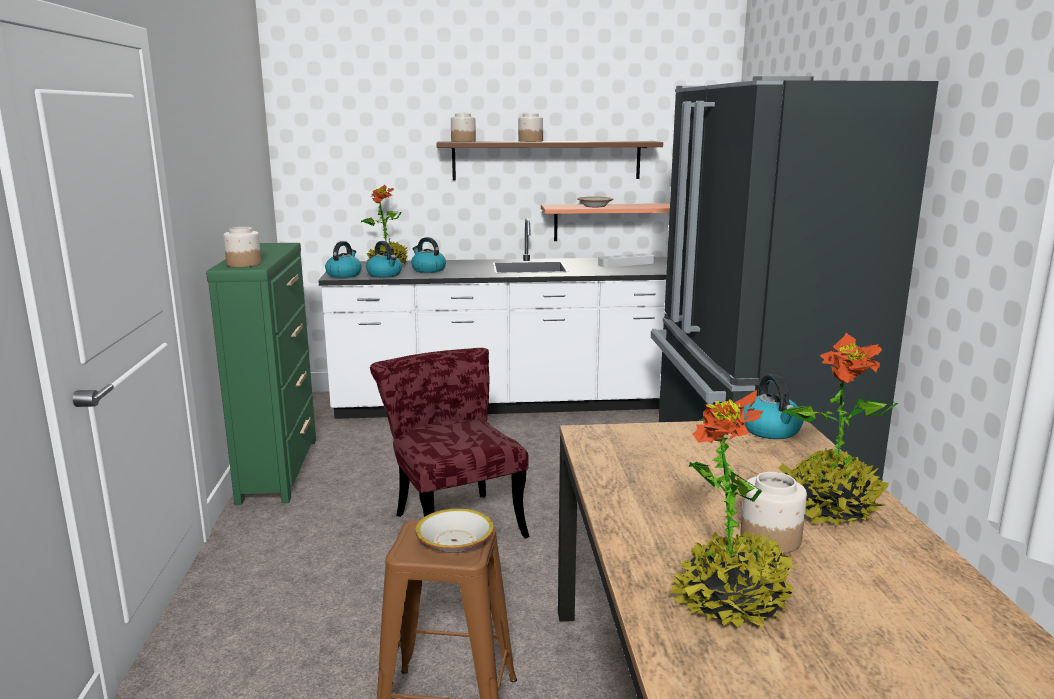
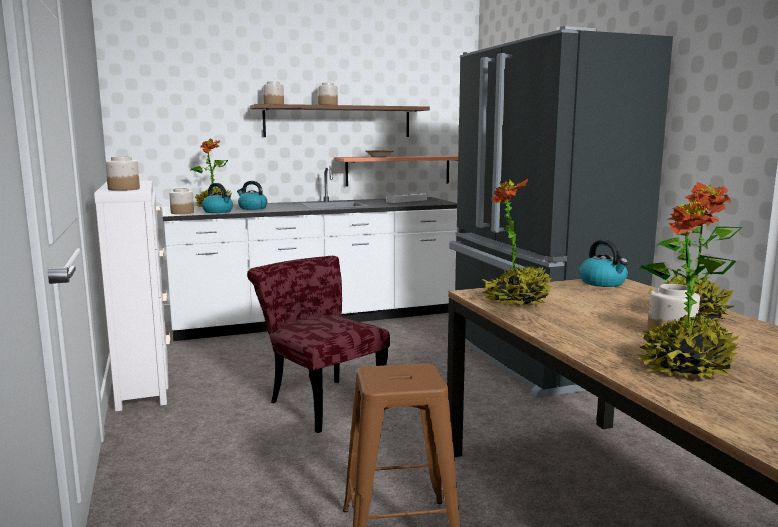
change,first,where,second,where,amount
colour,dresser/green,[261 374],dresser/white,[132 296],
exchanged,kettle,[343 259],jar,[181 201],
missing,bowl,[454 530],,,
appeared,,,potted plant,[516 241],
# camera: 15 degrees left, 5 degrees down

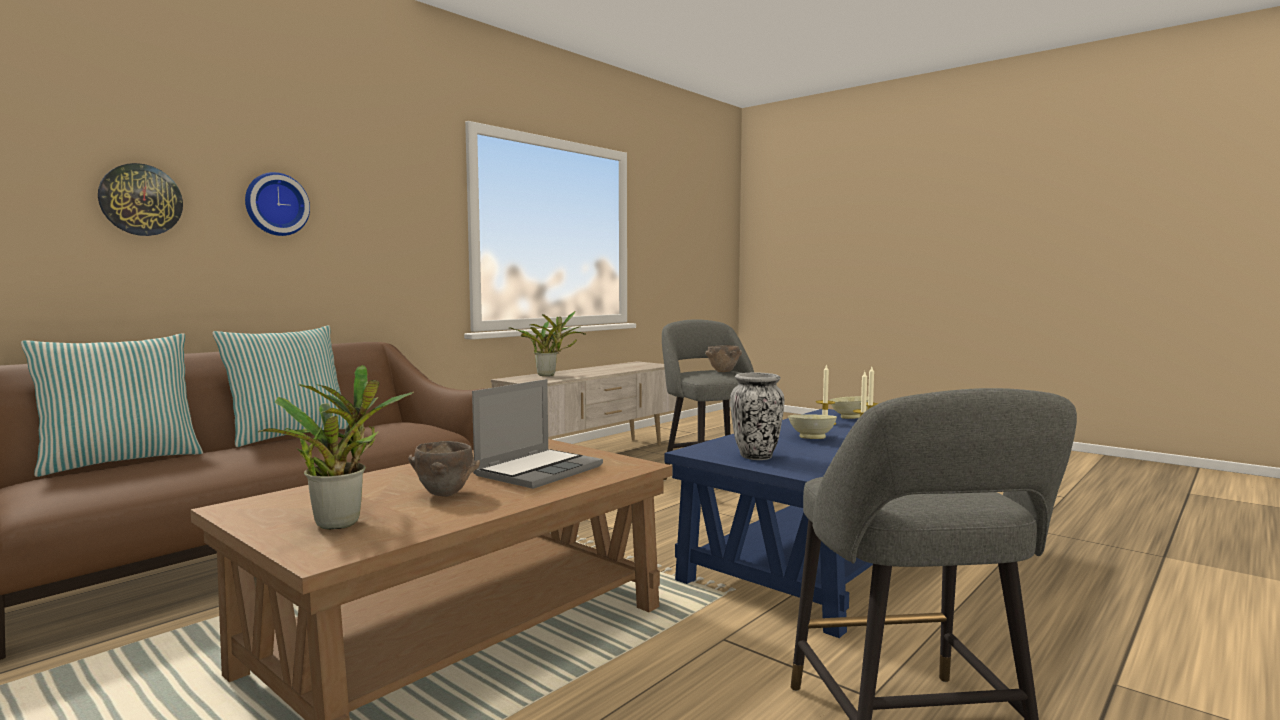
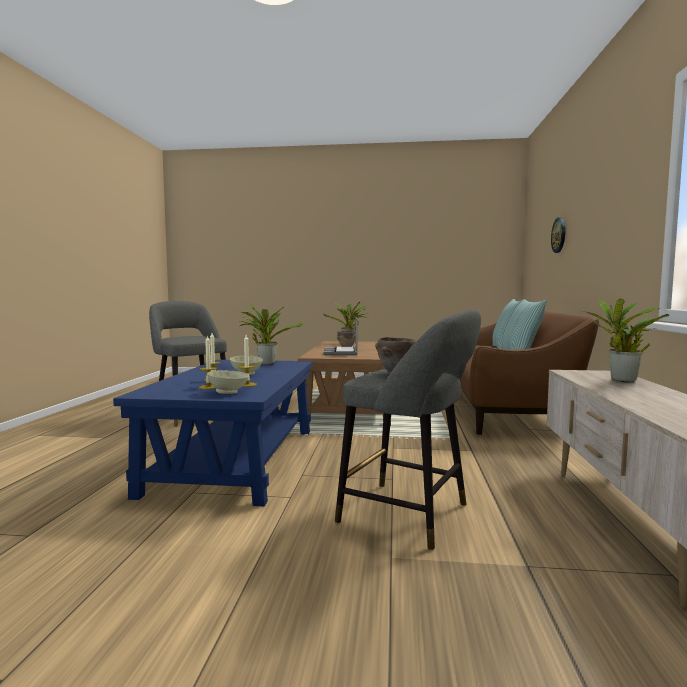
change,first,where,second,where,amount
missing,wall clock,[277 204],,,
exchanged,vase,[757 416],potted plant,[271 335],
# camera: 145 degrees right, 0 degrees up

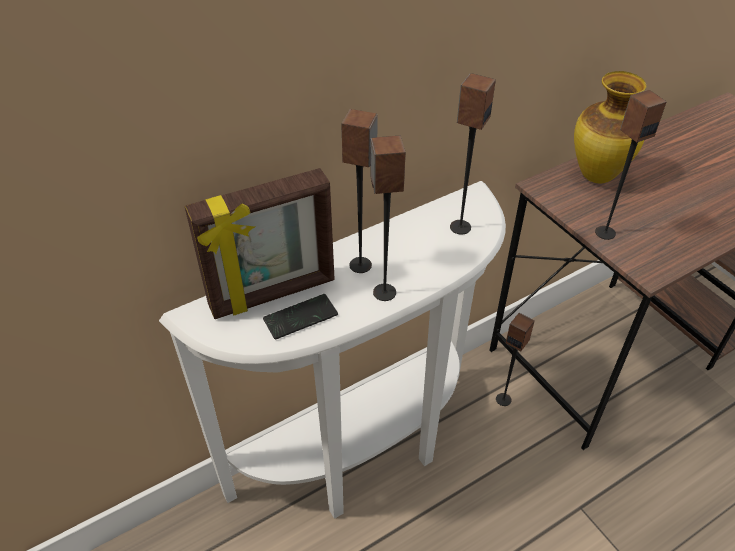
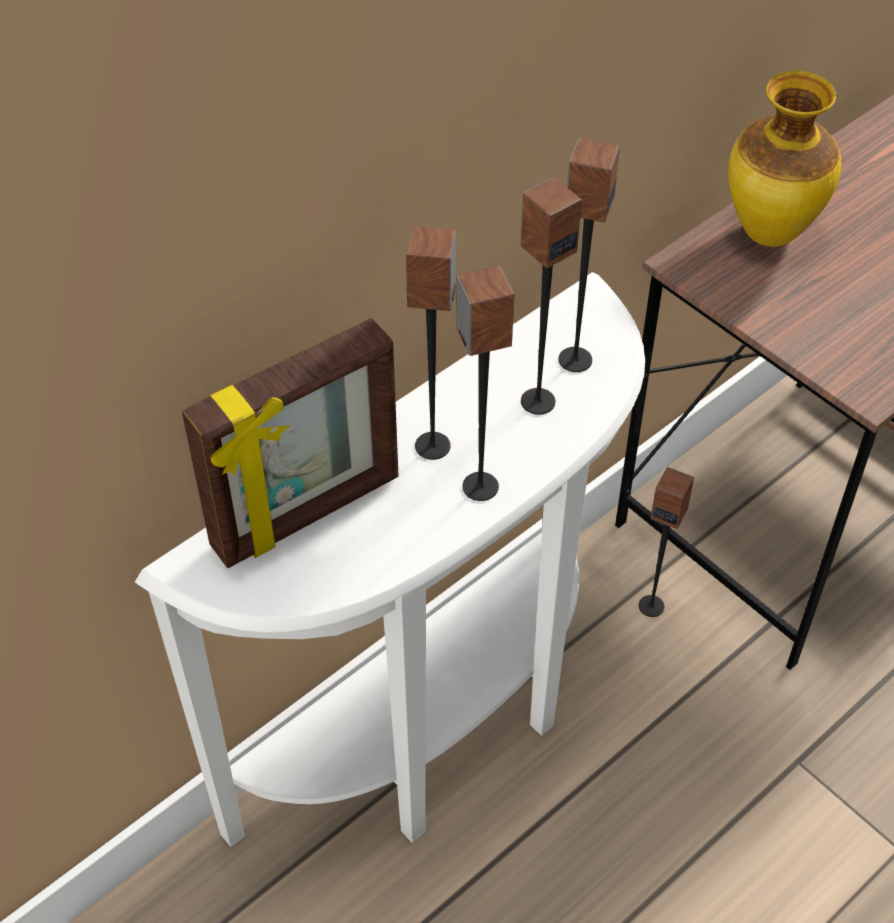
change,first,where,second,where,amount
missing,phone,[300 316],,,
relocated,speaker,[631 165],,[551 296],
# camera: 10 degrees left, 5 degrees up

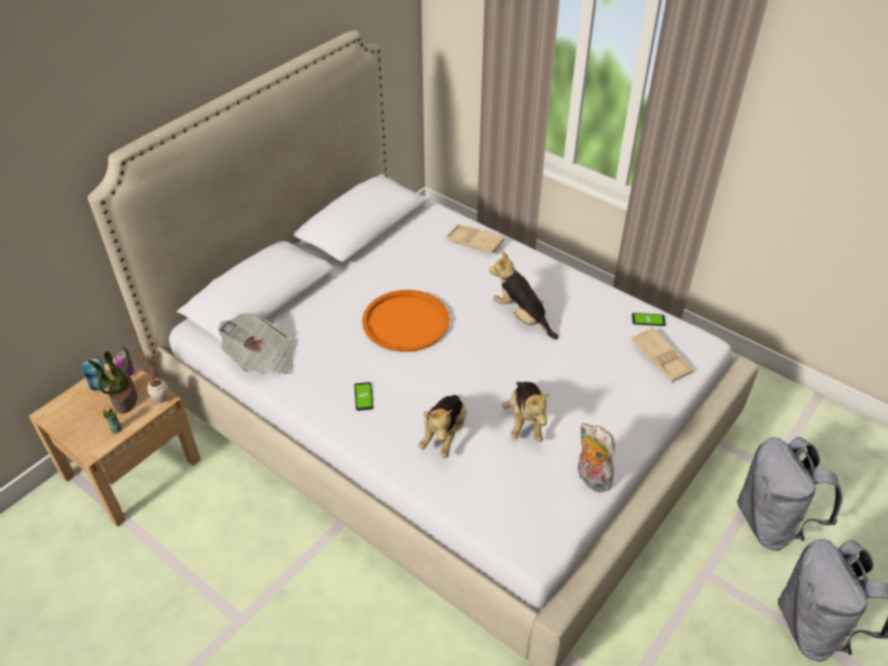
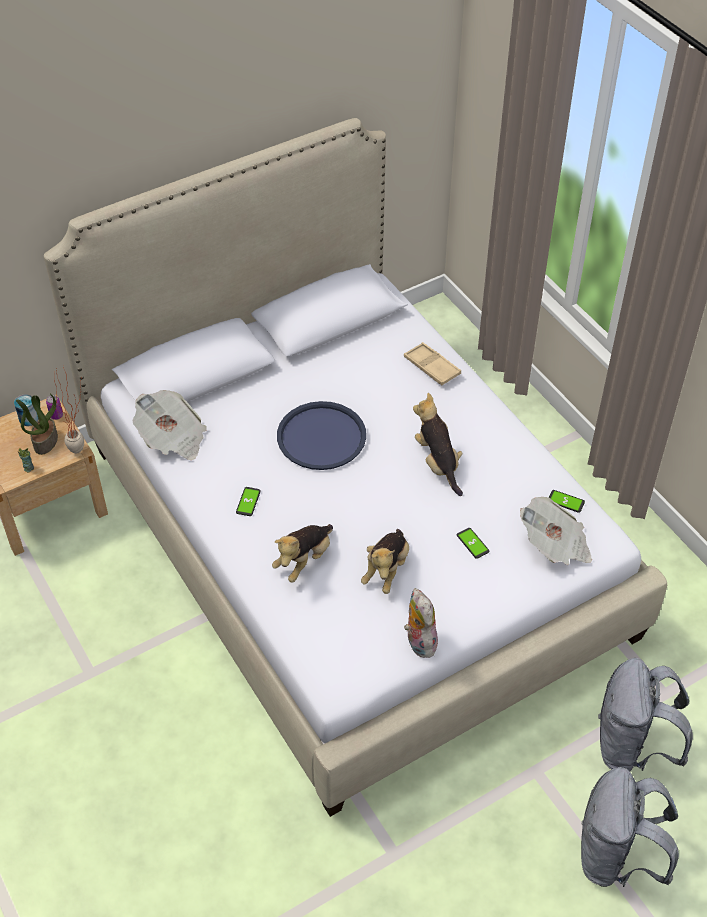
change,first,where,second,where,amount
colour,tray/orange,[406 321],tray/blue,[321 435],
exchanged,tray/beige,[662 355],newspaper,[556 531],
appeared,,,phone,[473 543],
# camera: 20 degrees right, 5 degrees up

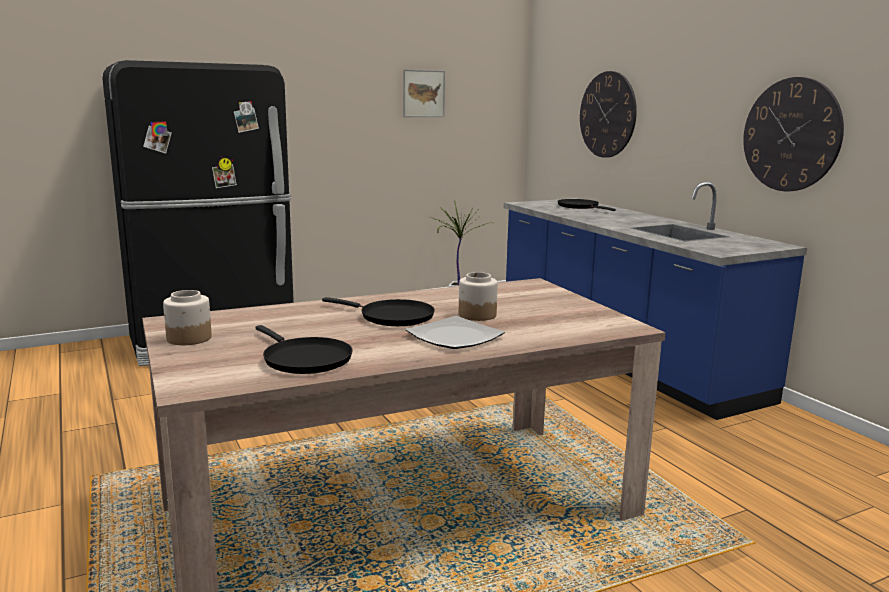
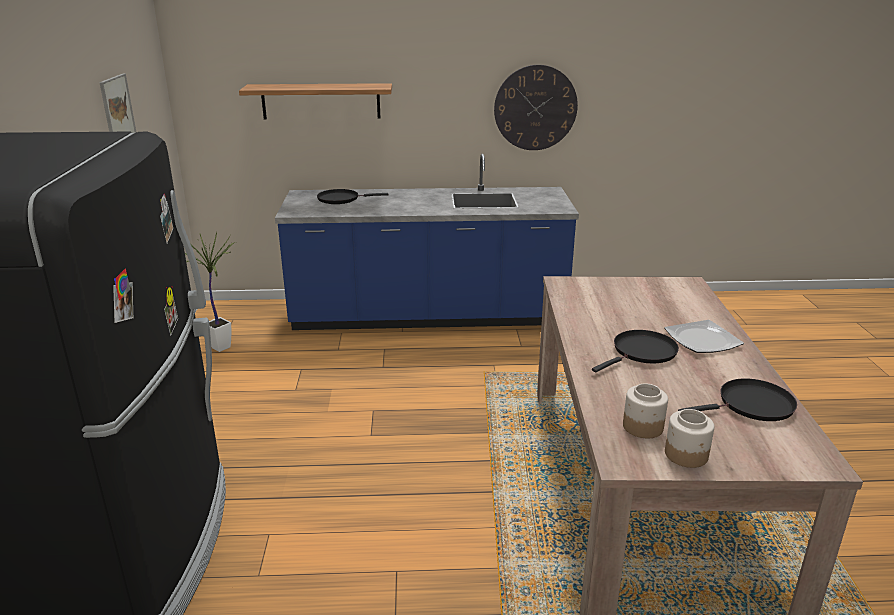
change,first,where,second,where,amount
relocated,jar,[478 296],,[645 410],
exchanged,wall clock,[608 114],shelf,[315 101],
# camera: 65 degrees left, 10 degrees up

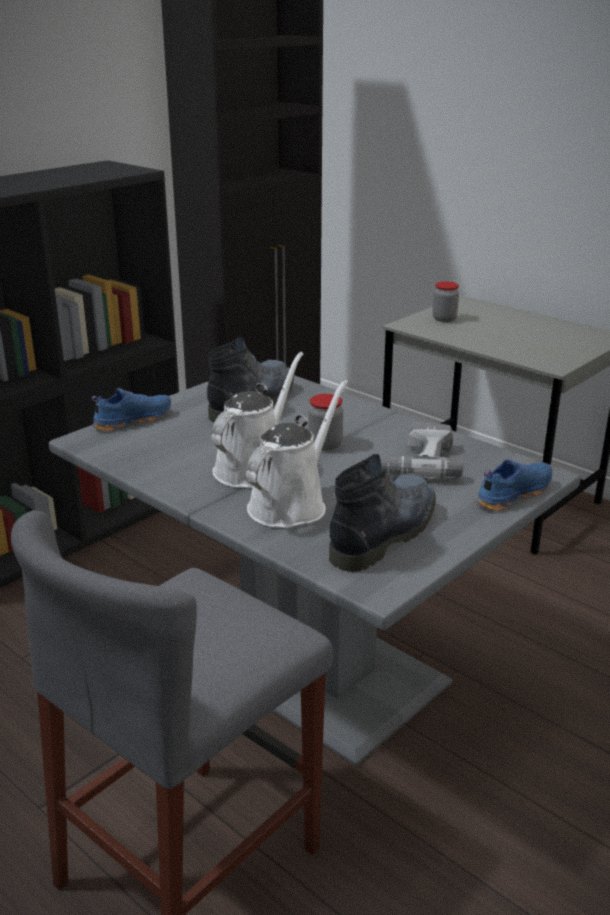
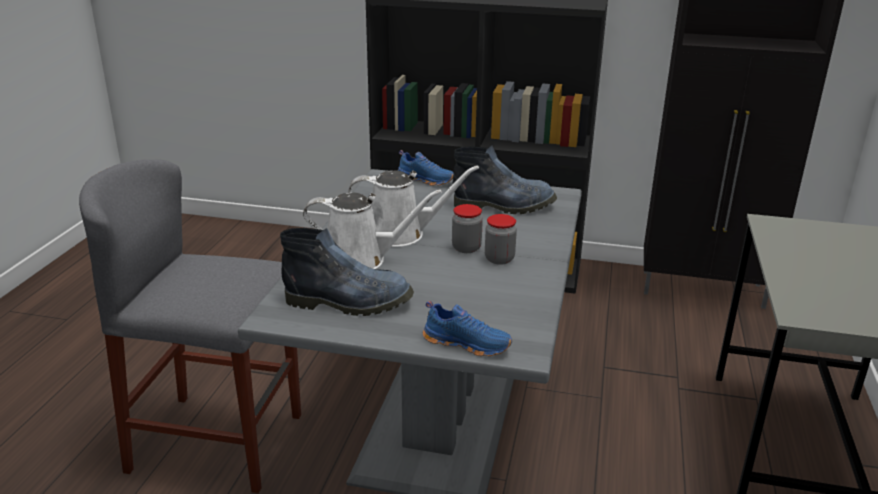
change,first,where,second,where,amount
missing,power drill,[422 451],,,
relocated,jar,[446 301],,[501 239],
# camera: 60 degrees right, 0 degrees up

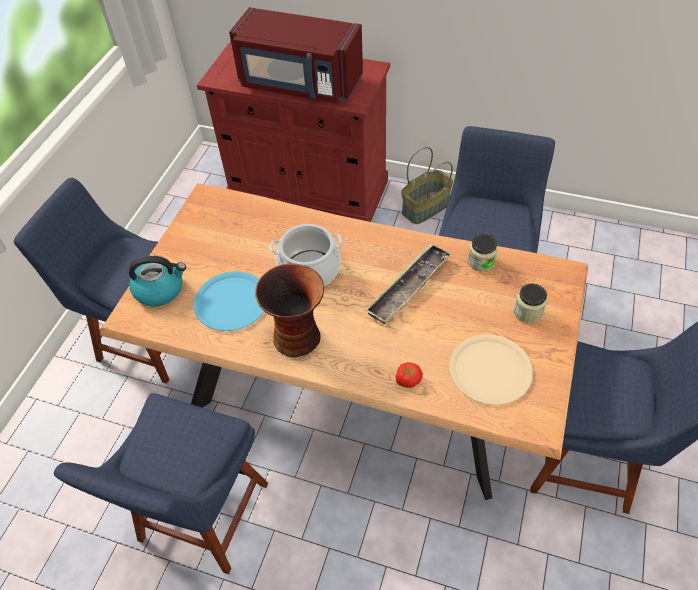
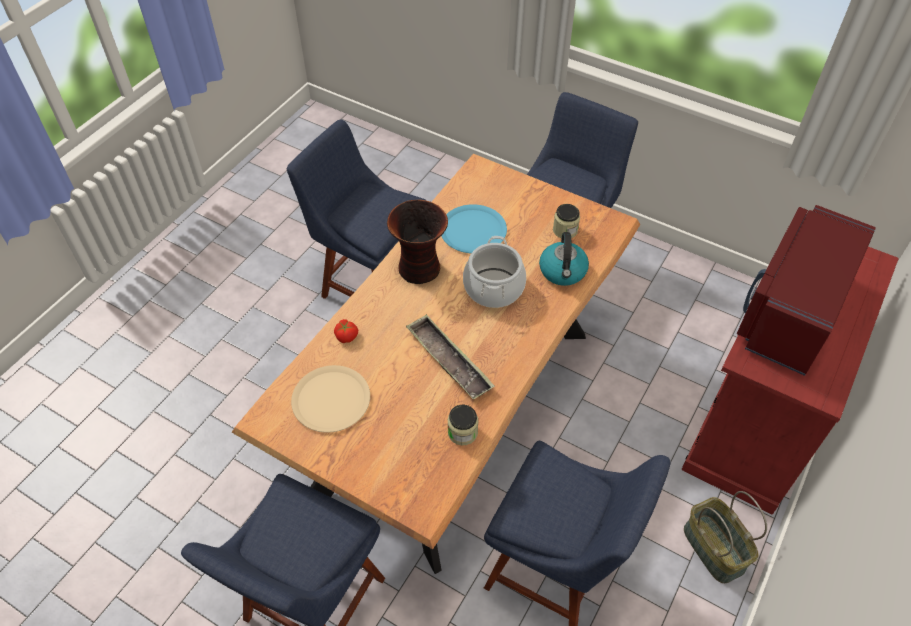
change,first,where,second,where,amount
relocated,kettle,[157 281],,[564 259],
relocated,jar,[530 303],,[566 221],
# camera: 100 degrees right, 0 degrees up

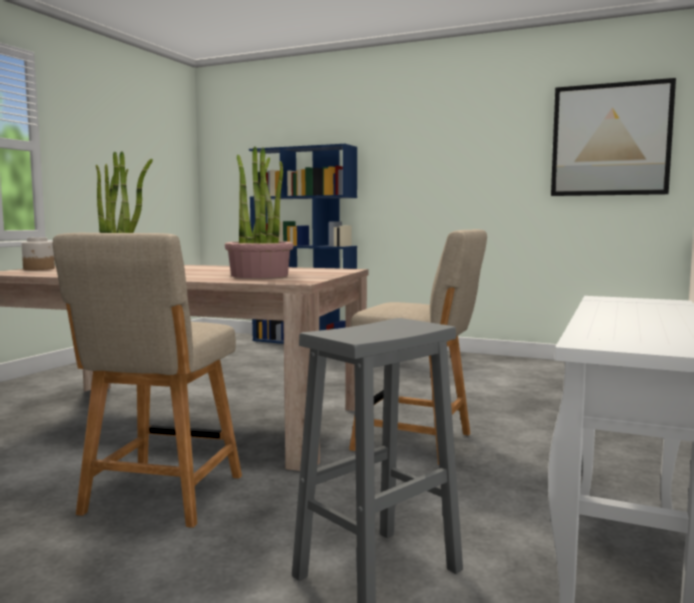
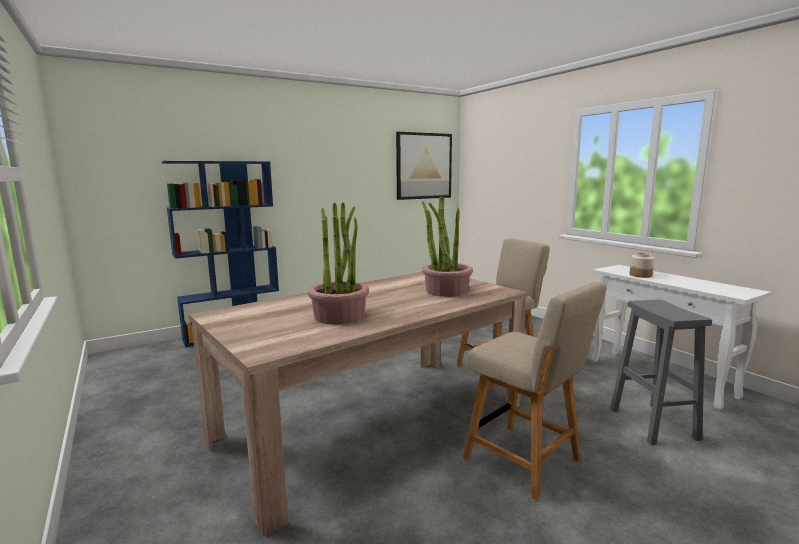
change,first,where,second,where,amount
relocated,jar,[38 253],,[642 265],
# camera: 55 degrees left, 5 degrees up

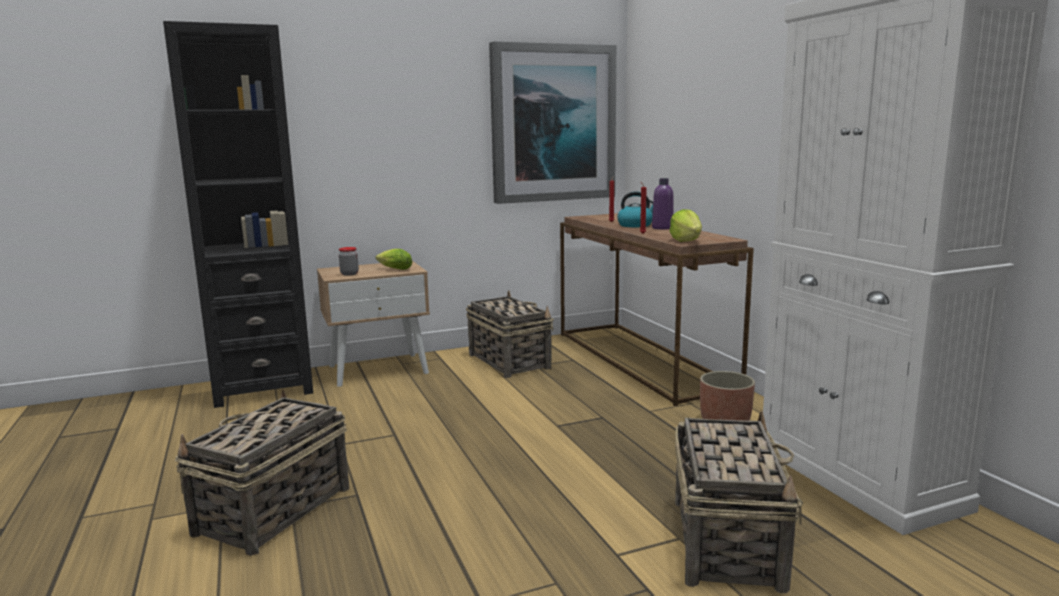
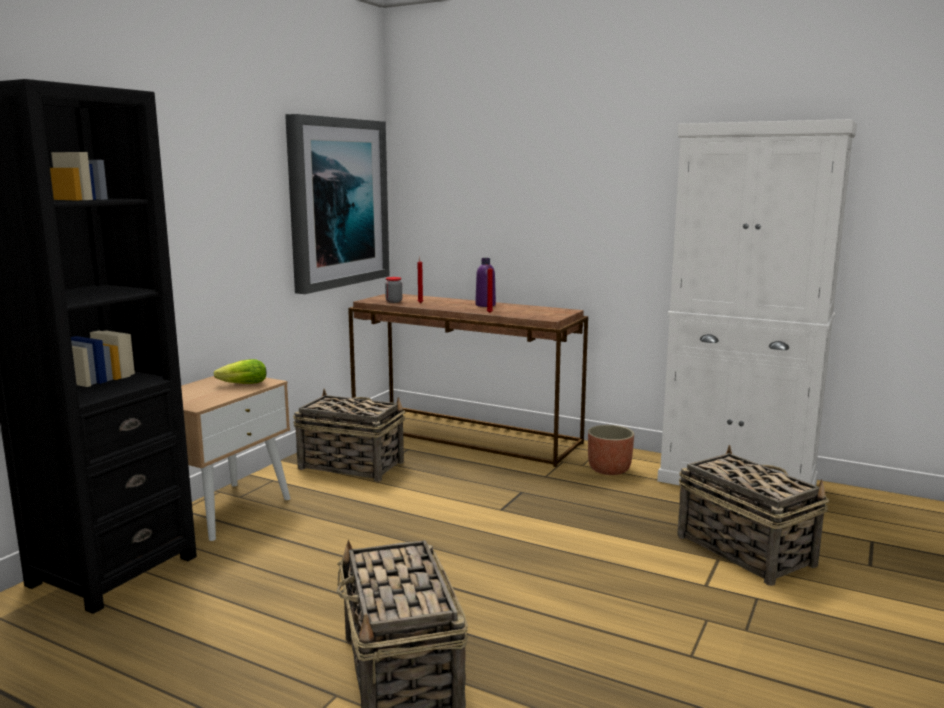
change,first,where,second,where,amount
relocated,jar,[349 261],,[393 290],
missing,kettle,[635 209],,,
missing,lettuce,[685 225],,,
# camera: 40 degrees left, 0 degrees up

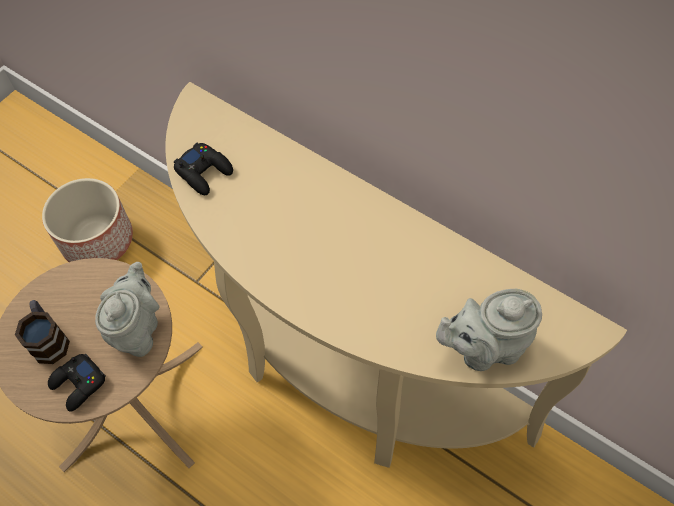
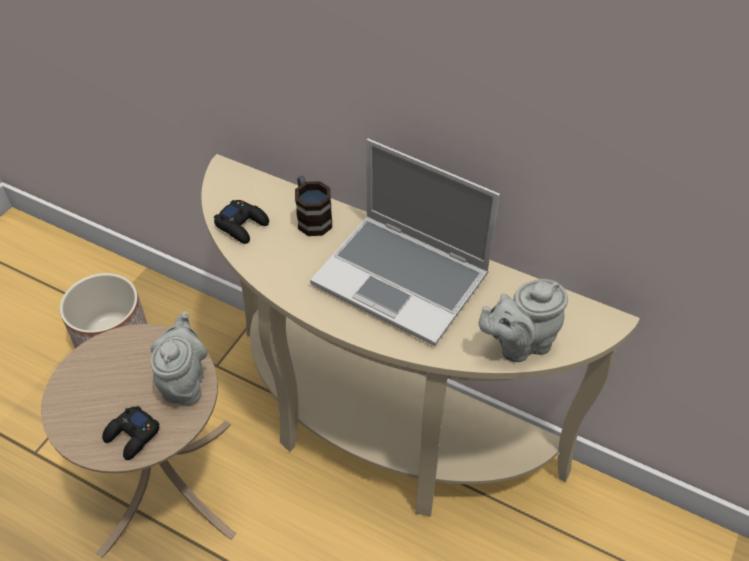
change,first,where,second,where,amount
relocated,mug,[42 332],,[313 206],
appeared,,,laptop,[405 242],
# camera: 10 degrees left, 10 degrees down

